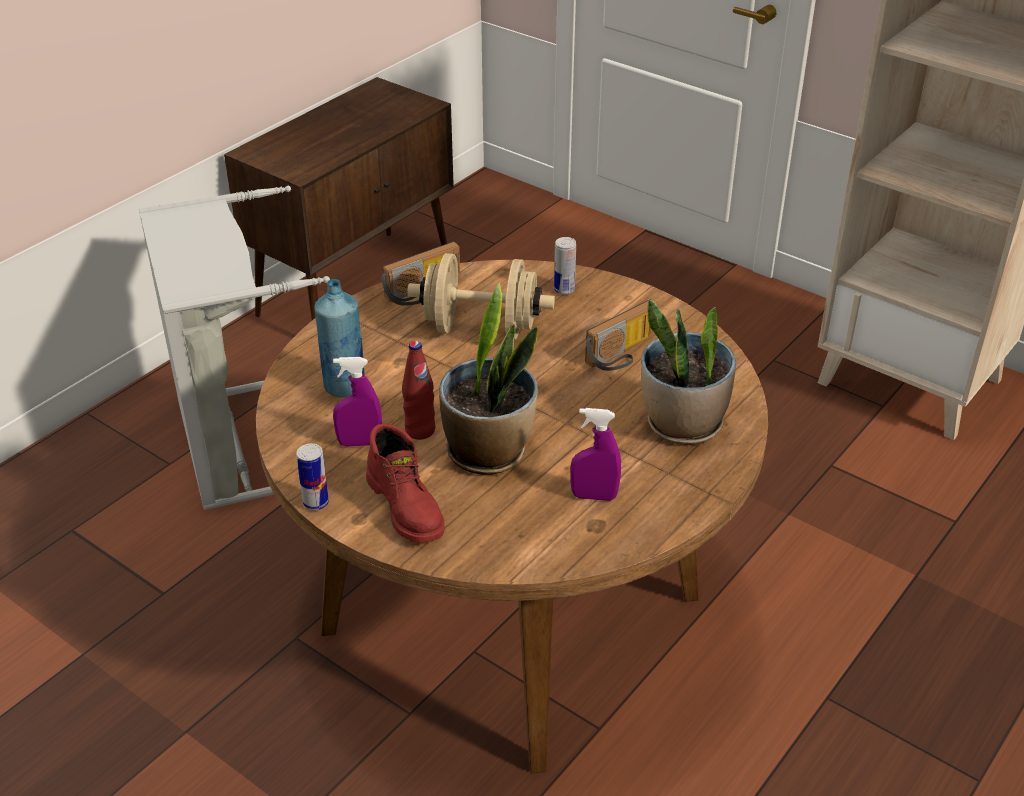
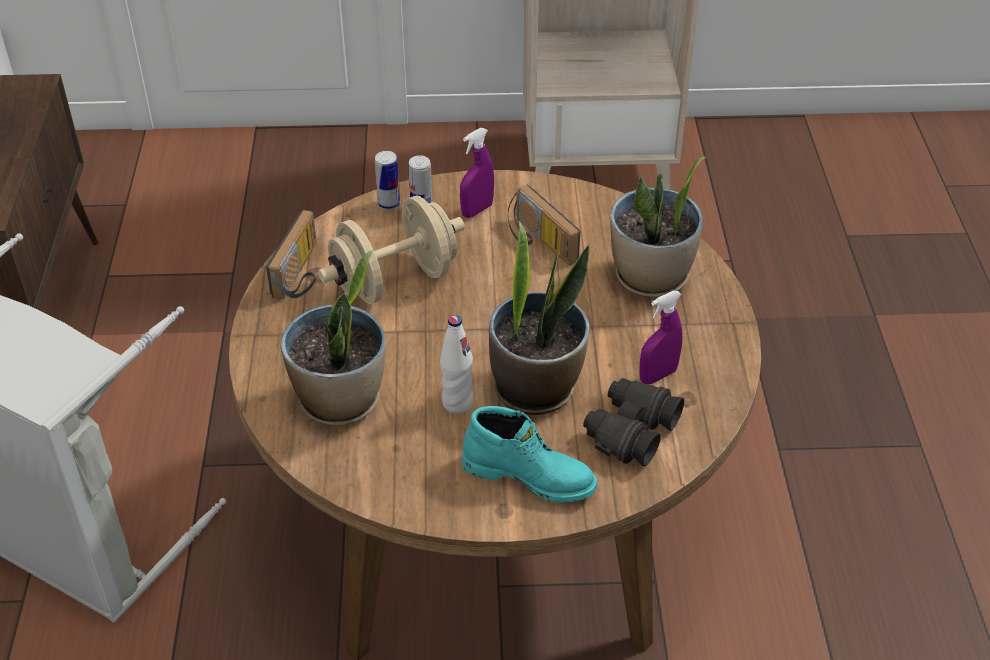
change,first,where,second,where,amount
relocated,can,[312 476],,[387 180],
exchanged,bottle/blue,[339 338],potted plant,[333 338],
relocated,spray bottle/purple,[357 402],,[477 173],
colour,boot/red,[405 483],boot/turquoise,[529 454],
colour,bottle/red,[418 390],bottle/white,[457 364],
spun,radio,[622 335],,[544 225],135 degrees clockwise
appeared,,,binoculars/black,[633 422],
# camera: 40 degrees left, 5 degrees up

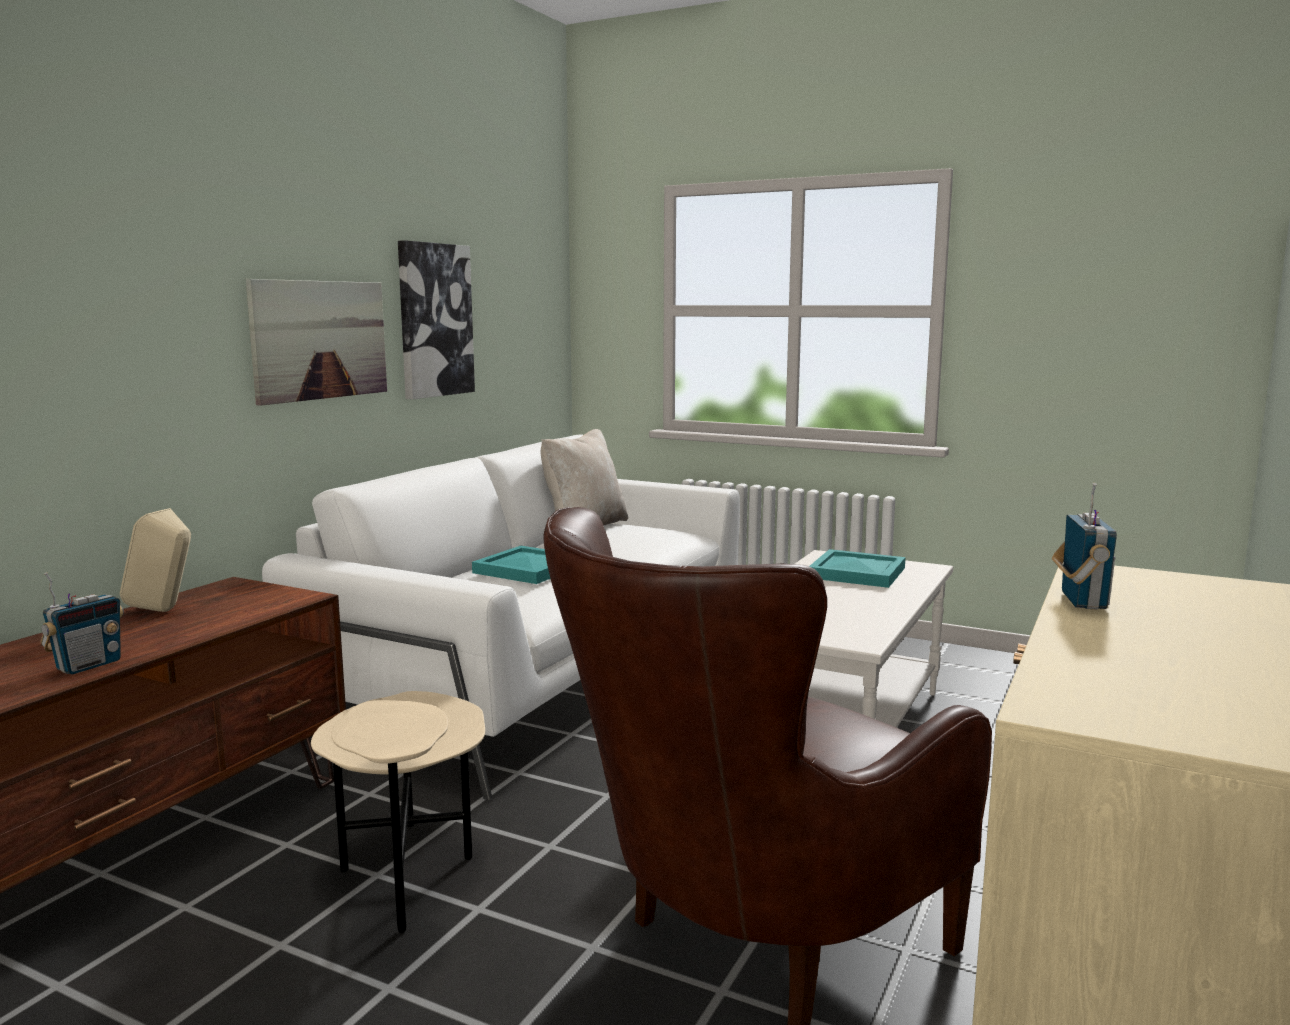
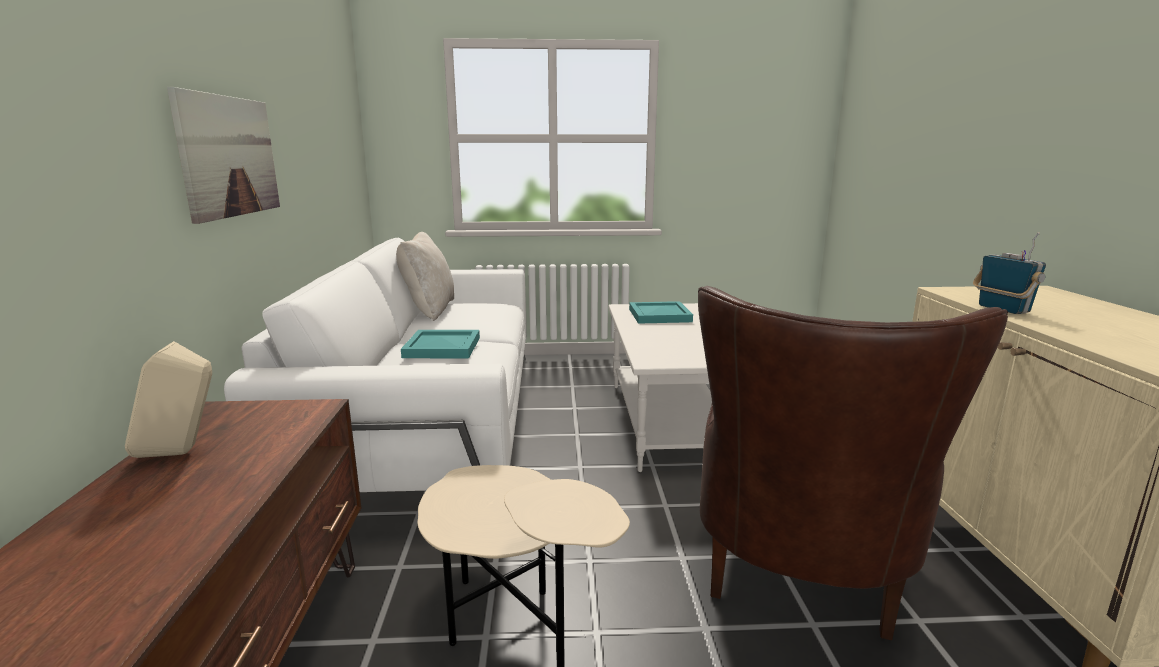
change,first,where,second,where,amount
missing,radio,[82 623],,,
missing,picture,[436 319],,,
# camera: 30 degrees left, 5 degrees up

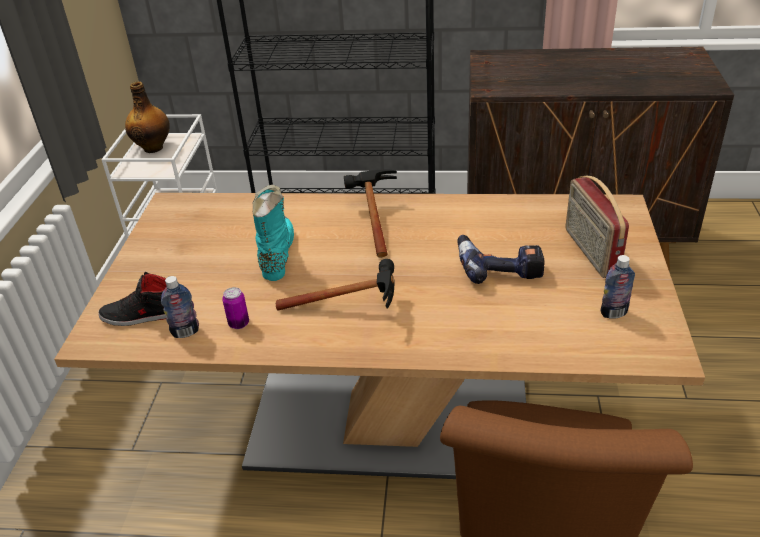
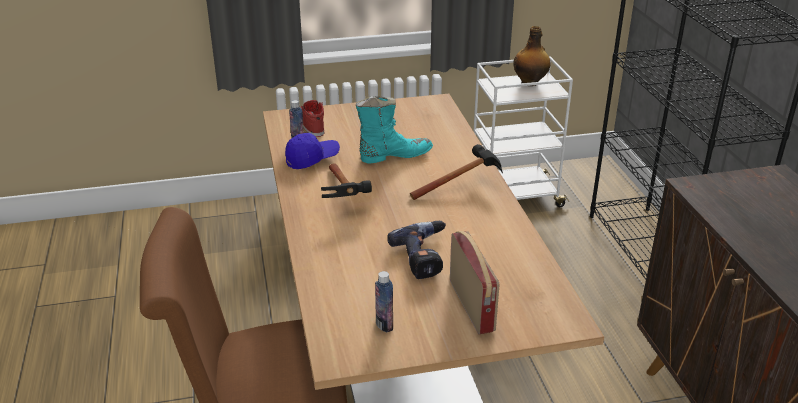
change,first,where,second,where,amount
colour,shoe/black,[132 299],shoe/red,[312 118],
exchanged,can,[235 308],cap/blue,[312 151],
spun,radio,[597 227],,[474 282],105 degrees clockwise
# camera: 70 degrees right, 5 degrees down

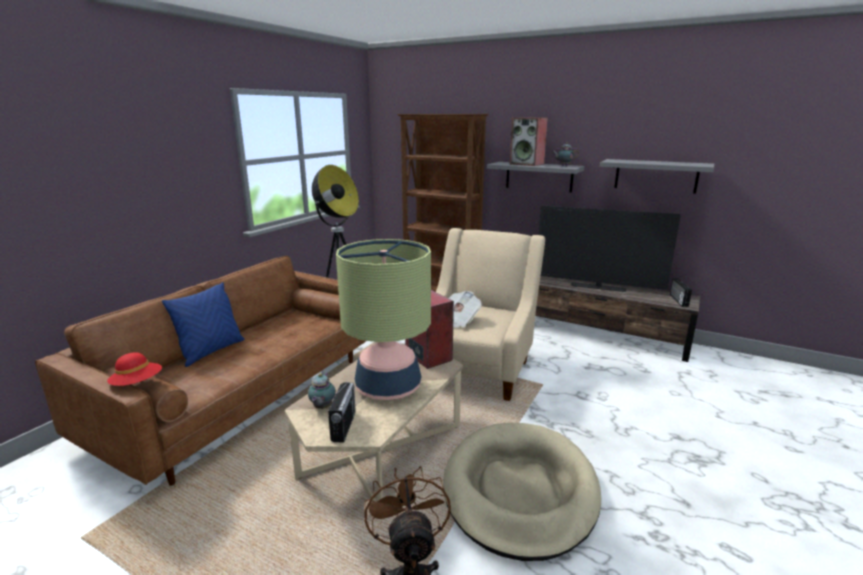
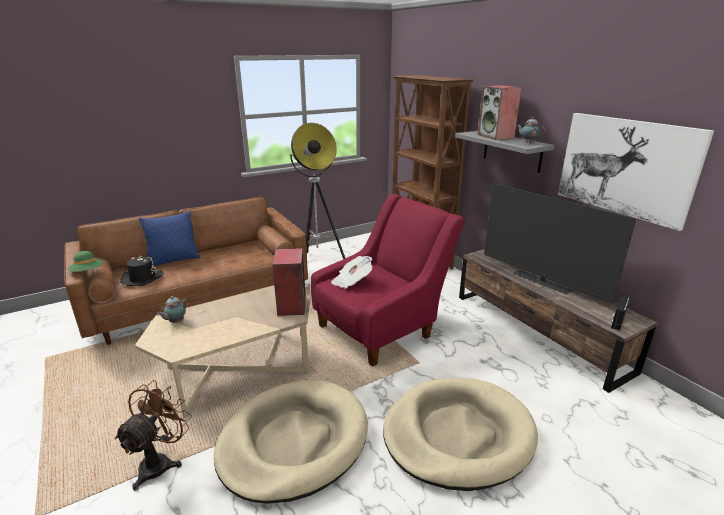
change,first,where,second,where,amount
colour,hat/red,[134 369],hat/green,[86 261],
missing,radio,[342 412],,,
missing,table lamp,[383 319],,,
colour,armchair/beige,[490 314],armchair/red,[388 280],
exchanged,shelf/grey,[657 176],picture,[636 172],
appeared,,,hat/black,[142 270],
appeared,,,dog bed/beige,[460 434],
# camera: 30 degrees right, 5 degrees up

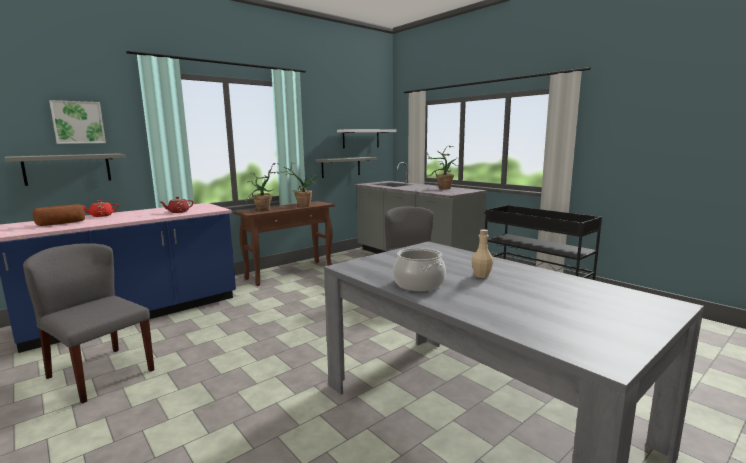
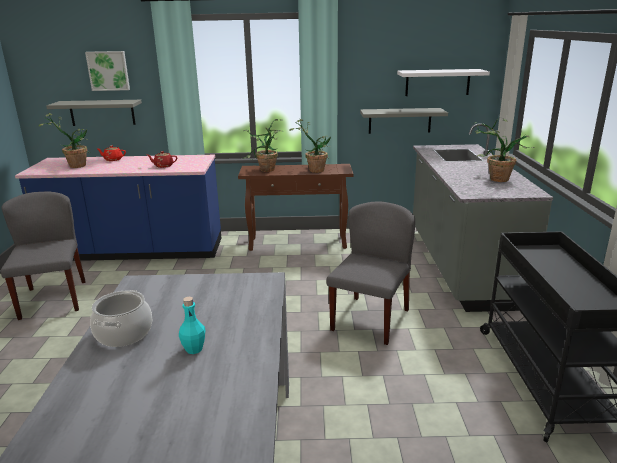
change,first,where,second,where,amount
exchanged,bread,[59 215],potted plant,[64 140],
colour,bottle/beige,[482 253],bottle/turquoise,[192 325],
# camera: 40 degrees right, 10 degrees up

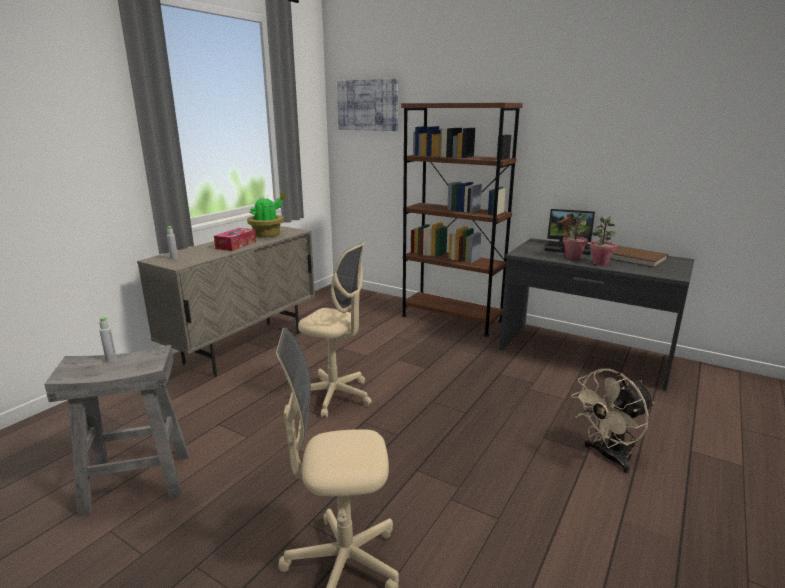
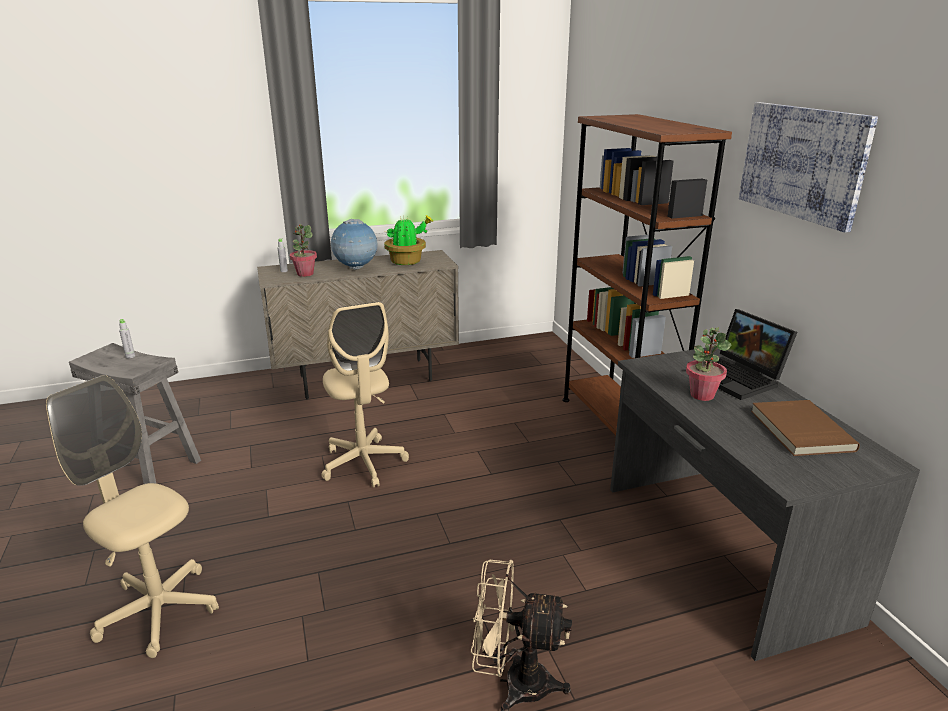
change,first,where,second,where,amount
exchanged,tissue box,[235 239],globe,[353 244],
relocated,picture,[367 105],,[808 167],
relocated,potted plant,[603 241],,[303 250],
# camera: 40 degrees right, 5 degrees up

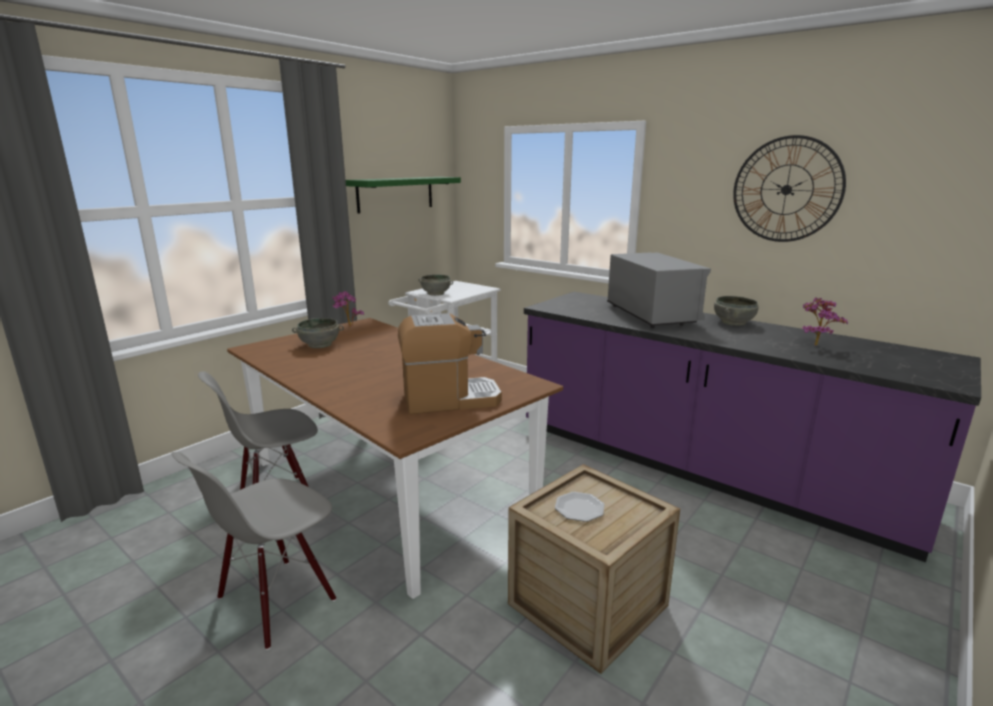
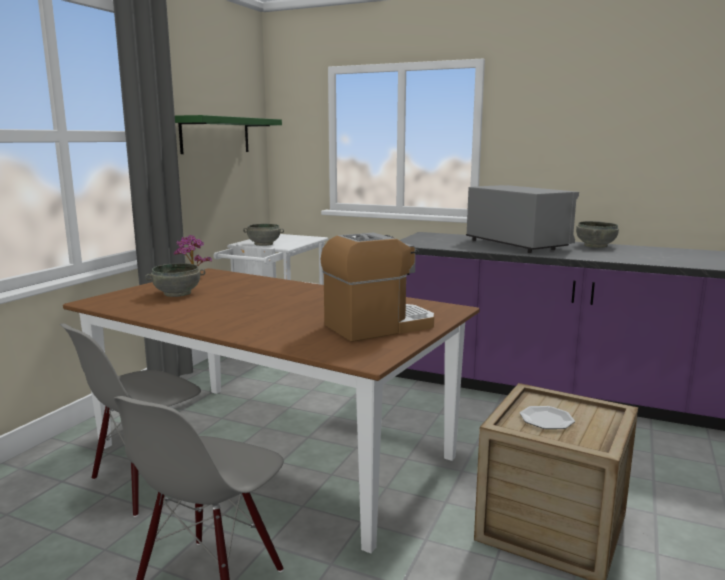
change,first,where,second,where,amount
missing,wall clock,[789 188],,,
missing,potted plant,[825 321],,,
# camera: 15 degrees left, 5 degrees down

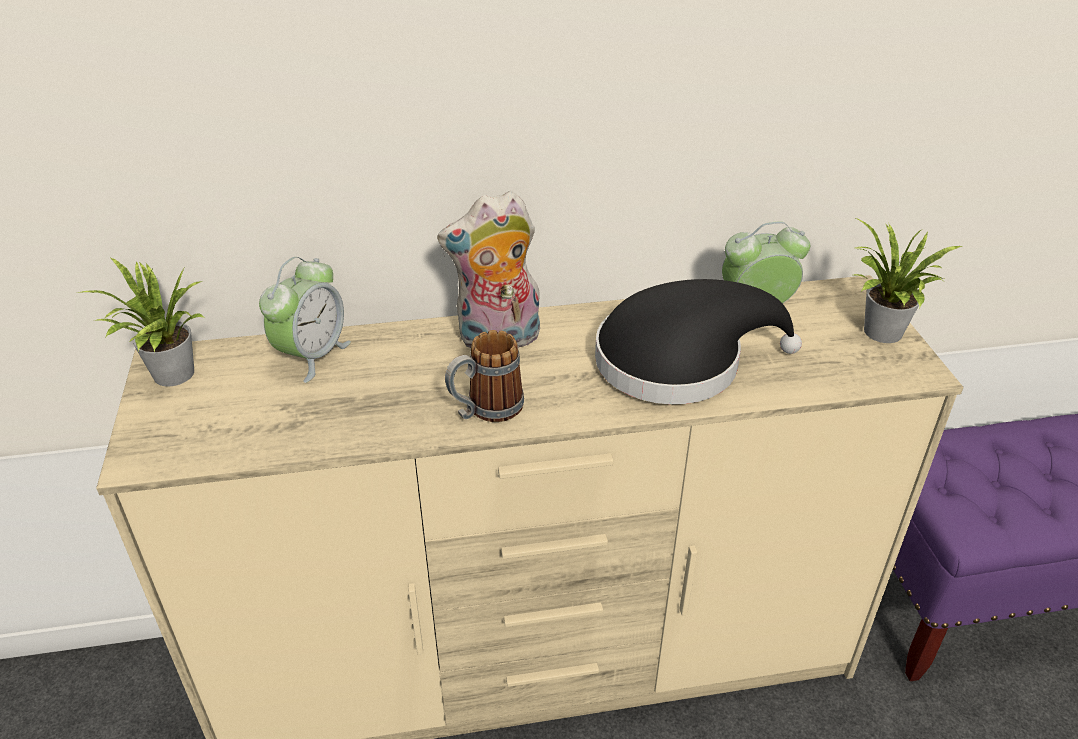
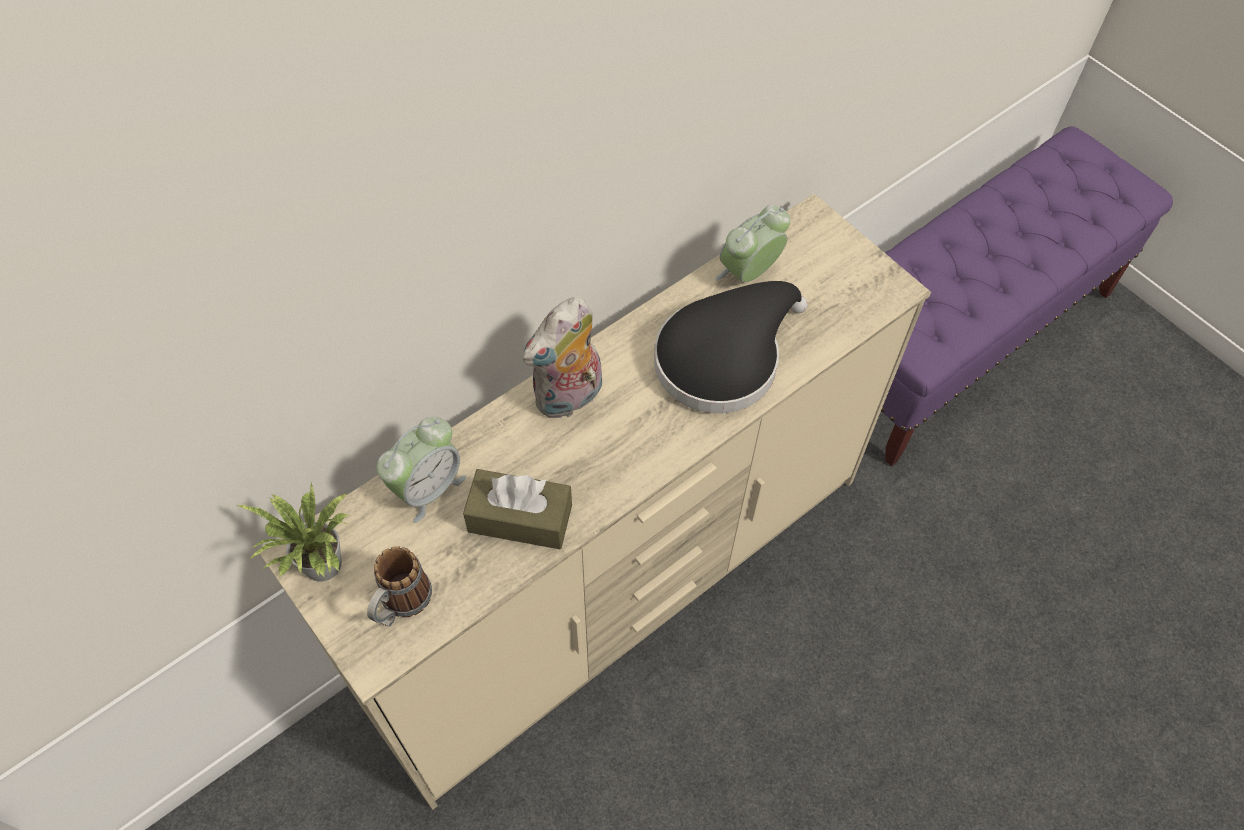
change,first,where,second,where,amount
spun,alarm clock,[305 320],,[421 470],45 degrees clockwise
relocated,mug,[484 376],,[399 586],
missing,potted plant,[909 280],,,
appeared,,,tissue box/brown,[517 509],
# camera: 30 degrees left, 20 degrees up

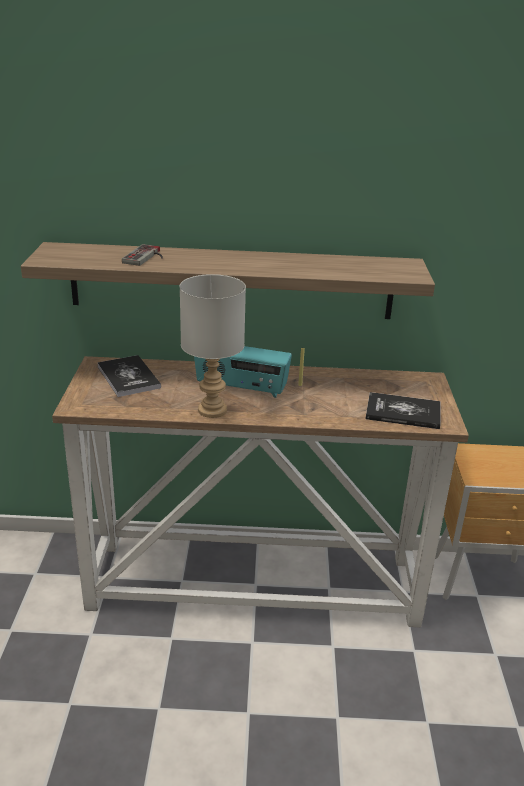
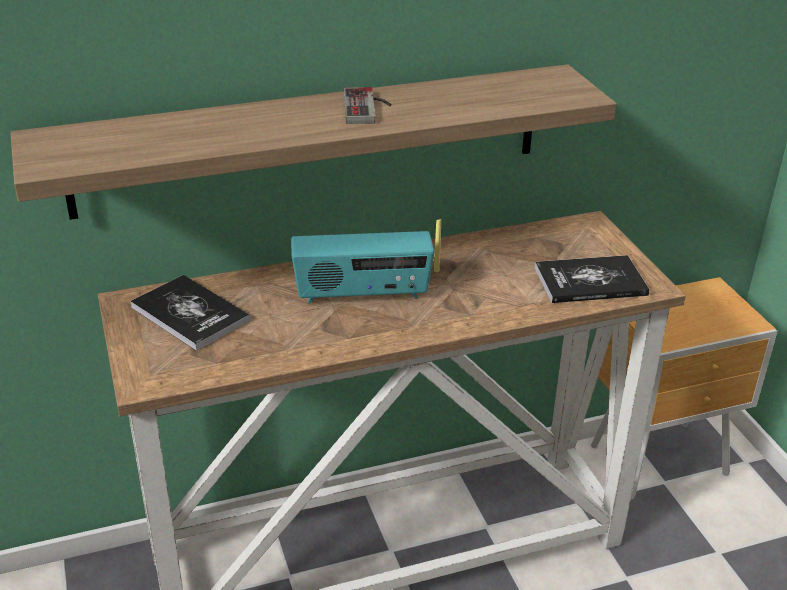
change,first,where,second,where,amount
relocated,game controller,[142 255],,[367 105],
missing,table lamp/grey,[213 346],,,
# camera: 20 degrees left, 5 degrees up

